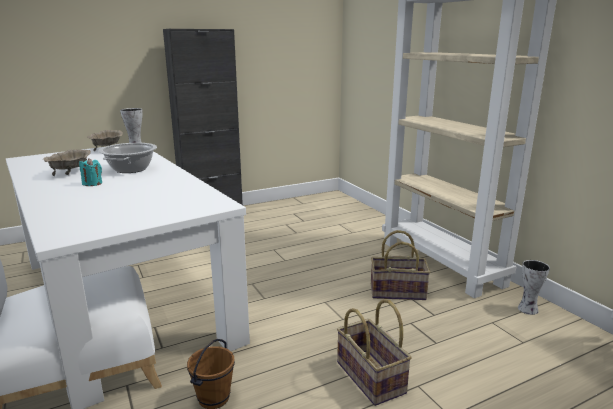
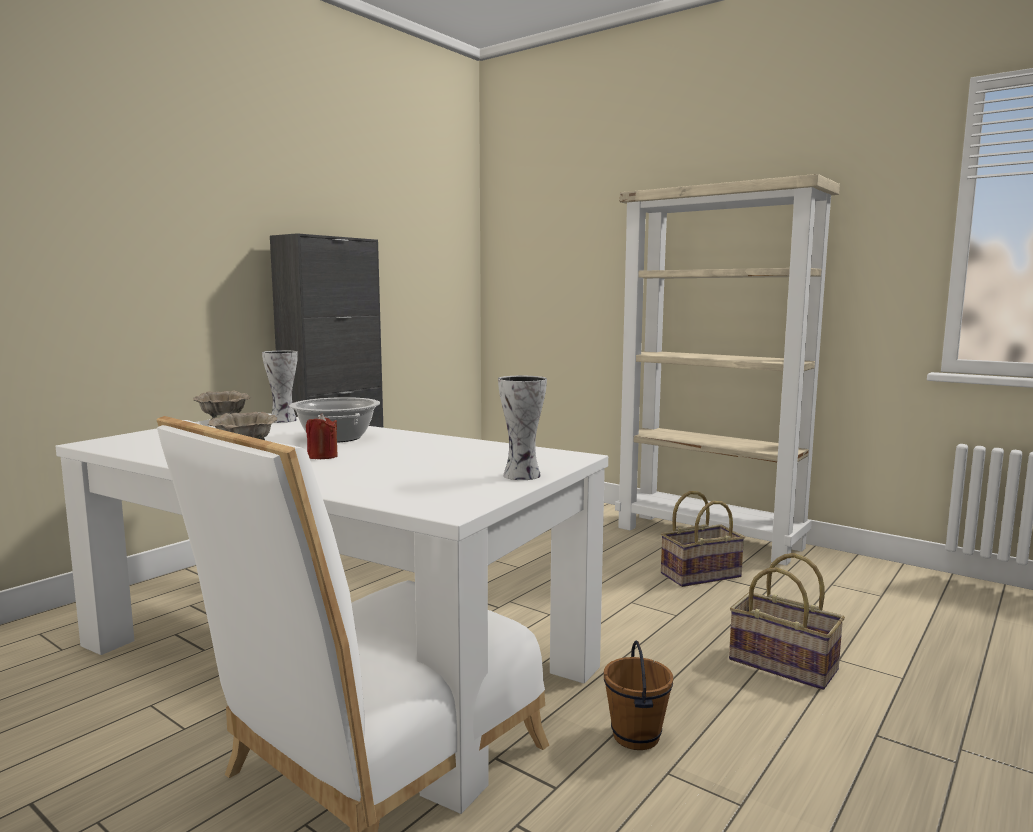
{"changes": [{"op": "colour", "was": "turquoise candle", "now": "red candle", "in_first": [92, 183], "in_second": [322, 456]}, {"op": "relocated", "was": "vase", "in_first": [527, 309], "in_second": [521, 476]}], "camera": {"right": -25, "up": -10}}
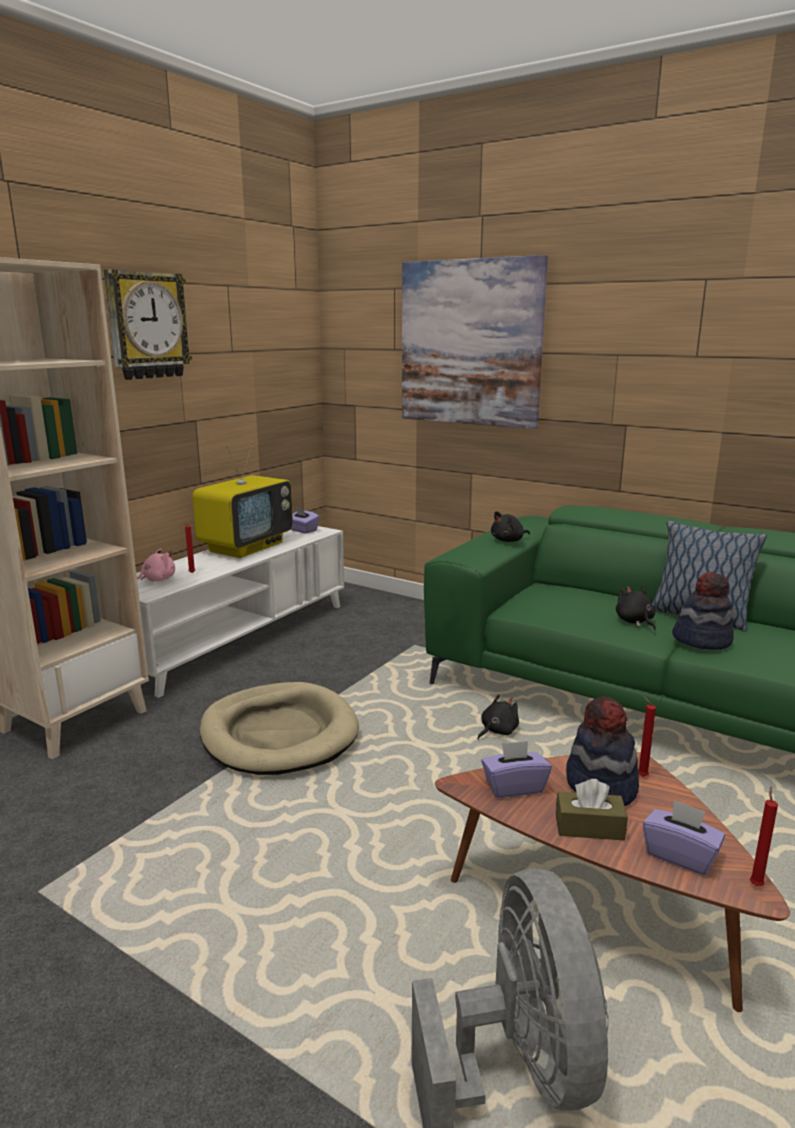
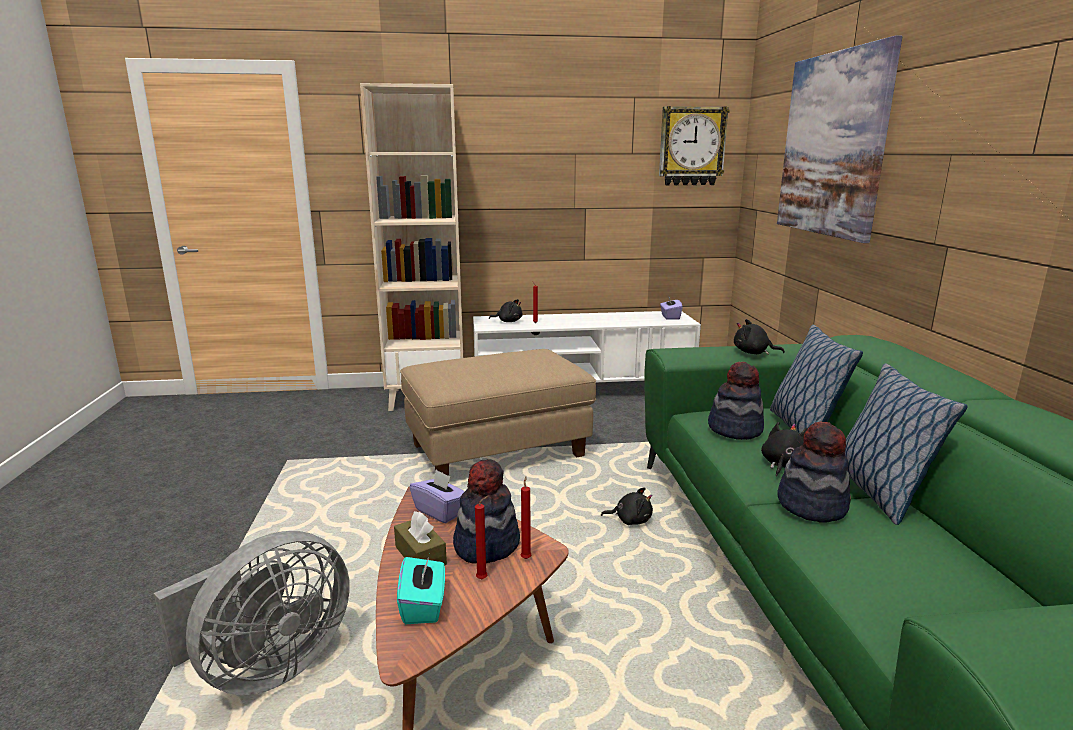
{"changes": [{"op": "colour", "was": "purple tissue box", "now": "turquoise tissue box", "in_first": [680, 855], "in_second": [423, 606]}, {"op": "exchanged", "was": "beige dog bed", "now": "beige ottoman", "in_first": [279, 734], "in_second": [498, 450]}, {"op": "relocated", "was": "red candle", "in_first": [755, 884], "in_second": [483, 579]}, {"op": "colour", "was": "pink plush toy", "now": "black plush toy", "in_first": [156, 580], "in_second": [508, 321]}, {"op": "relocated", "was": "wall clock", "in_first": [147, 326], "in_second": [691, 146]}, {"op": "appeared", "now": "hat", "in_second": [735, 429]}, {"op": "appeared", "now": "pillow", "in_second": [803, 429]}, {"op": "missing", "was": "television", "in_first": [246, 547]}], "camera": {"right": 50, "up": 0}}
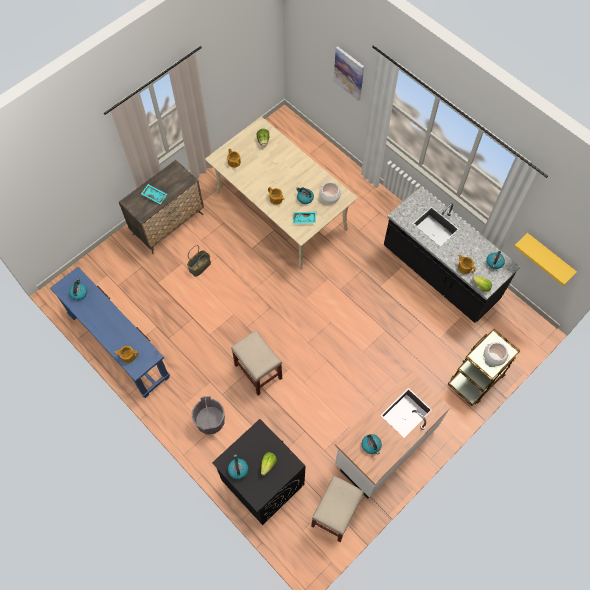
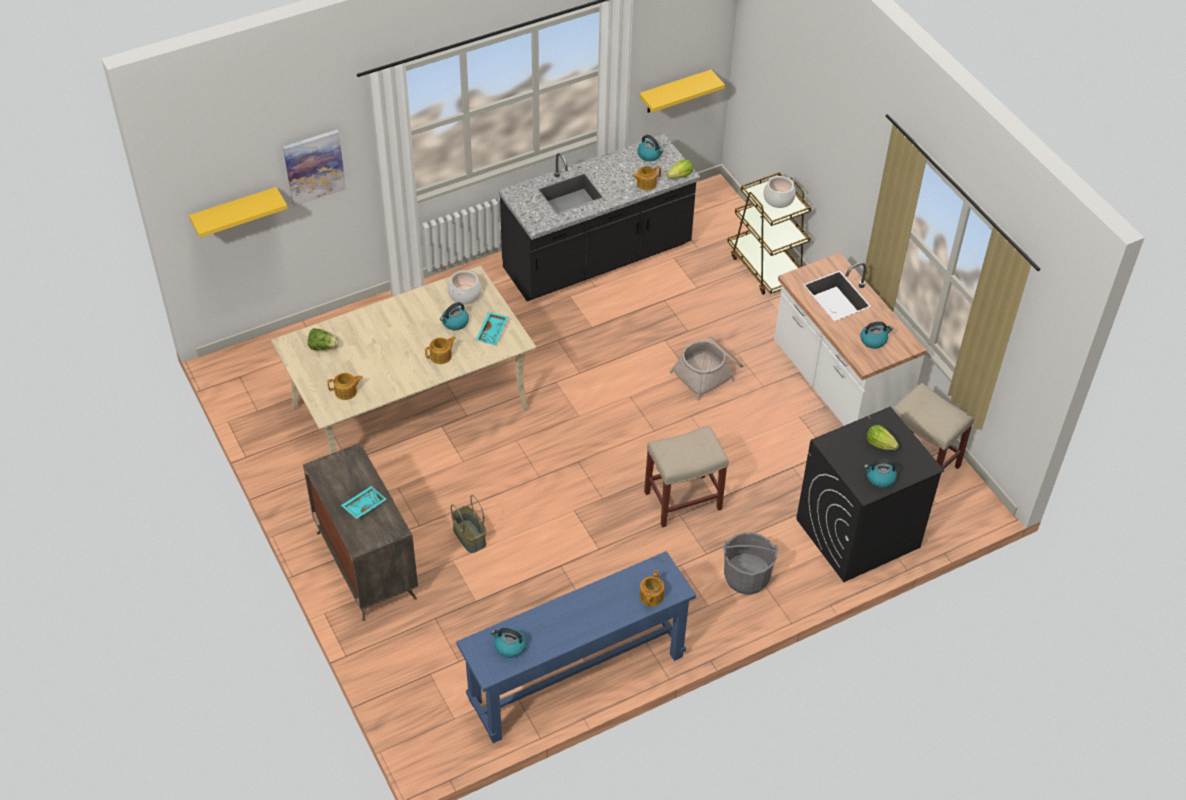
{"changes": [{"op": "appeared", "now": "yellow shelf", "in_second": [235, 212]}, {"op": "appeared", "now": "basket", "in_second": [708, 373]}], "camera": {"right": -75, "up": -15}}
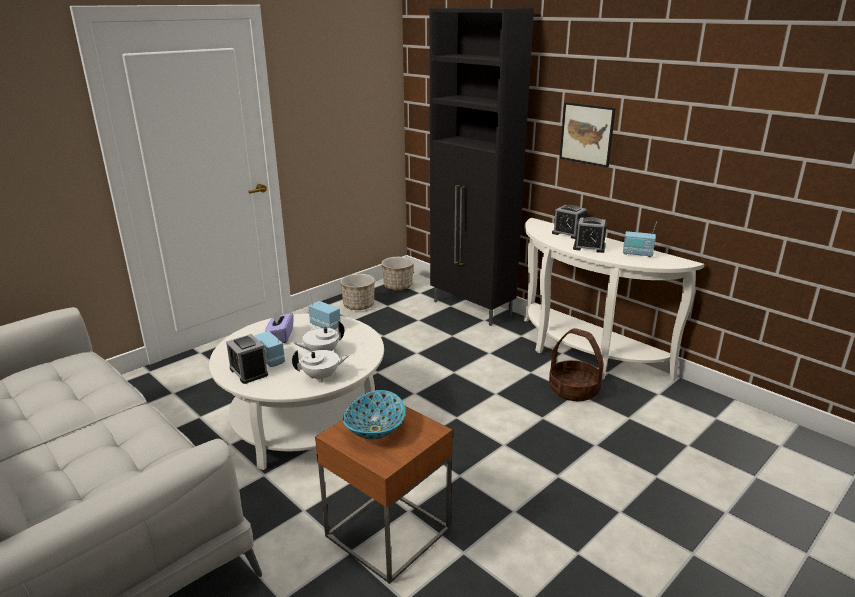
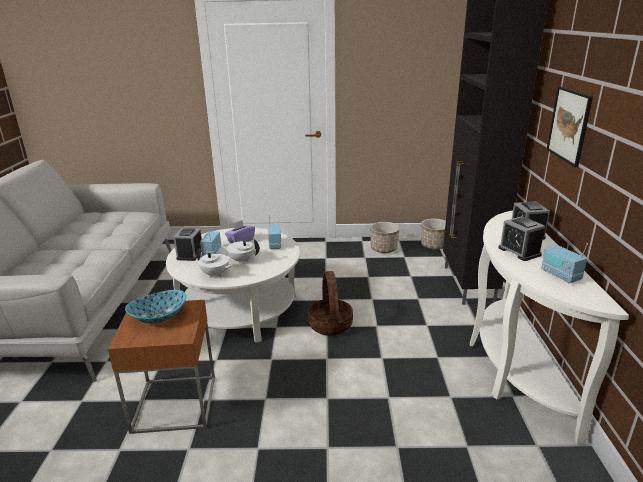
{"changes": [{"op": "relocated", "was": "basket", "in_first": [573, 390], "in_second": [330, 325]}], "camera": {"right": 45, "up": 0}}
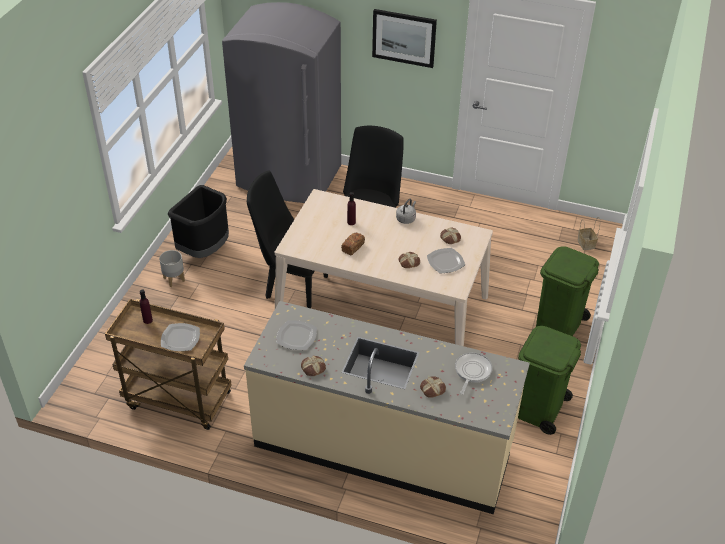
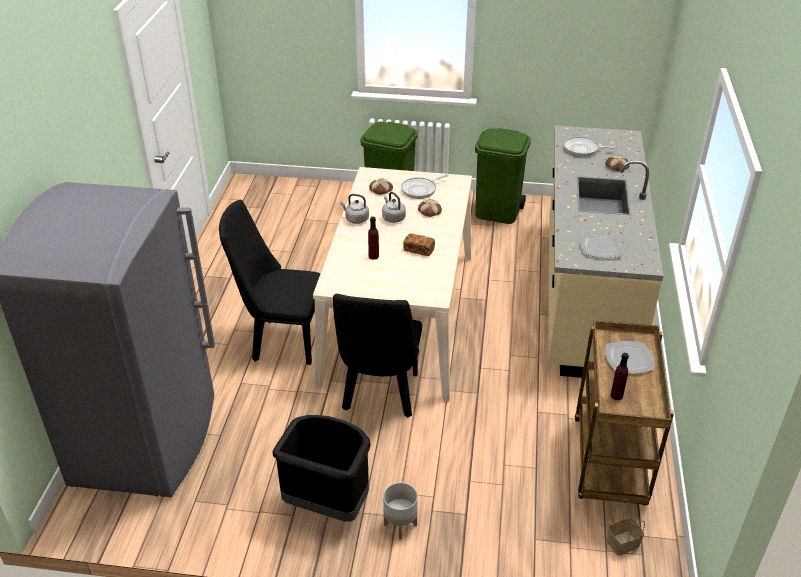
{"changes": [{"op": "appeared", "now": "grey kettle", "in_second": [393, 217]}, {"op": "exchanged", "was": "plate", "now": "frying pan", "in_first": [445, 262], "in_second": [421, 190]}, {"op": "relocated", "was": "basket", "in_first": [585, 243], "in_second": [622, 544]}, {"op": "missing", "was": "bread", "in_first": [313, 368]}, {"op": "missing", "was": "picture", "in_first": [404, 37]}], "camera": {"right": -100, "up": -5}}
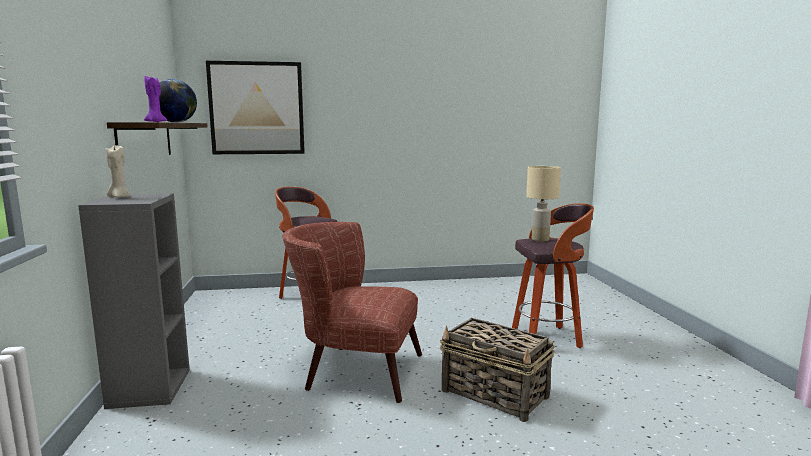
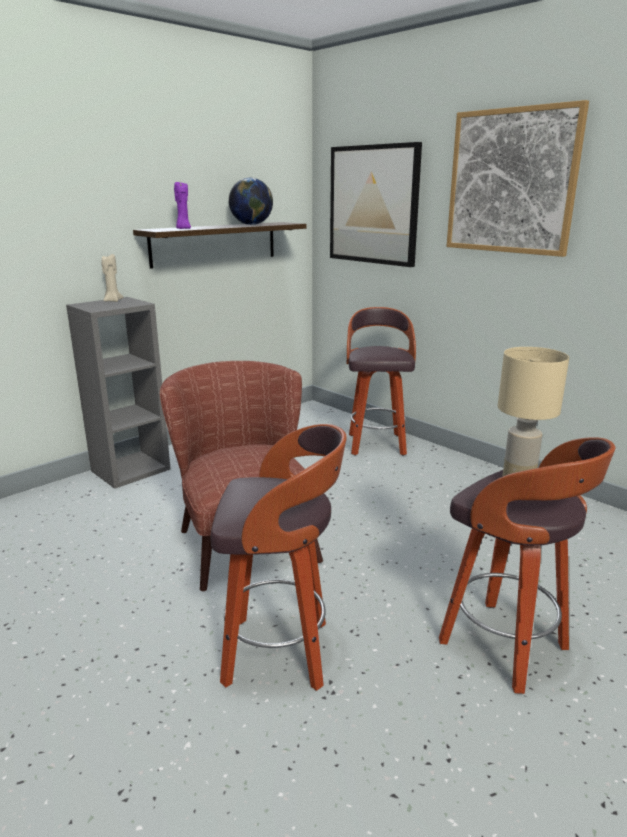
{"changes": [{"op": "exchanged", "was": "basket", "now": "stool", "in_first": [495, 394], "in_second": [280, 653]}, {"op": "appeared", "now": "picture", "in_second": [511, 182]}], "camera": {"right": 55, "up": 10}}
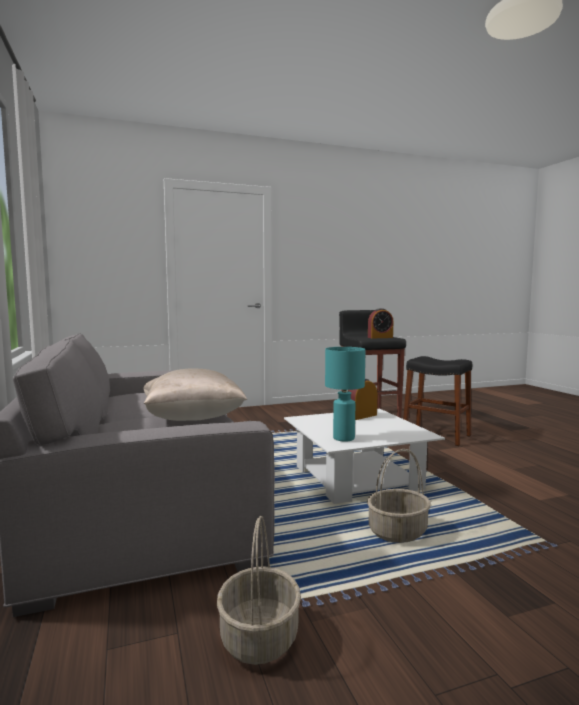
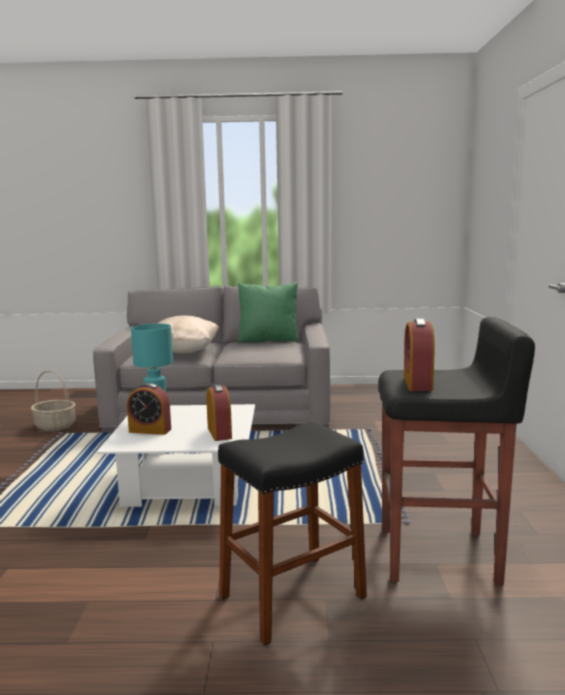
{"changes": [{"op": "appeared", "now": "alarm clock", "in_second": [150, 430]}, {"op": "appeared", "now": "green pillow", "in_second": [268, 340]}, {"op": "missing", "was": "basket", "in_first": [397, 532]}], "camera": {"right": 110, "up": 5}}
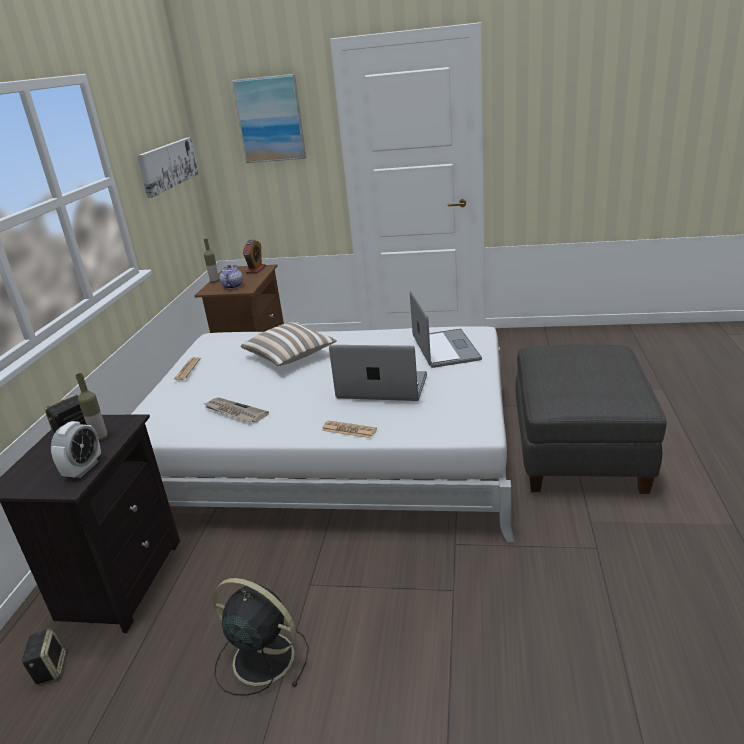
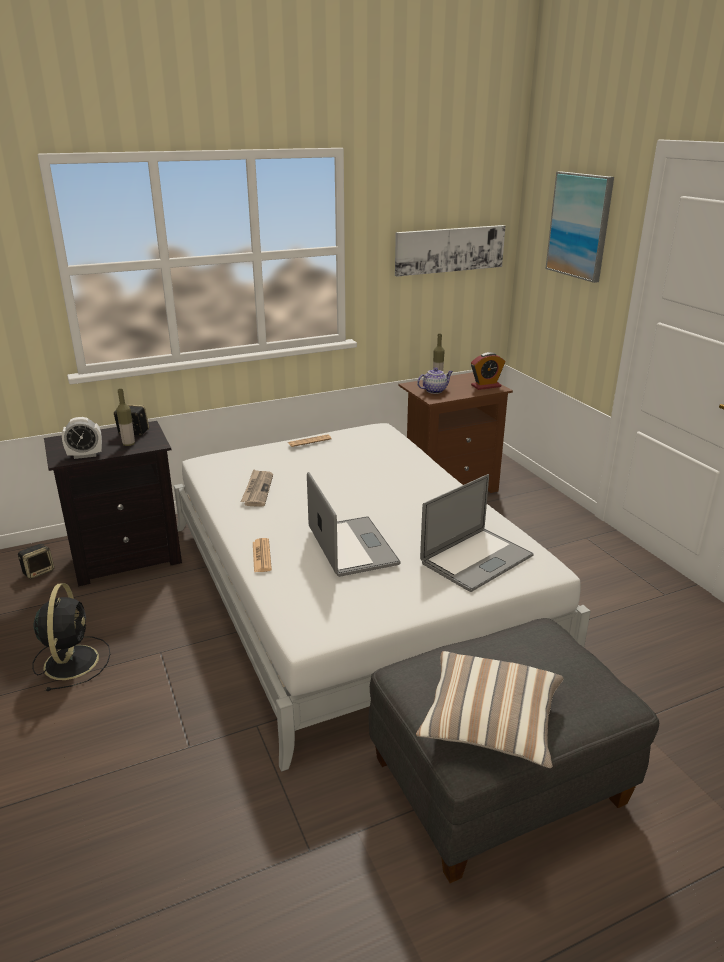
{"changes": [{"op": "relocated", "was": "pillow", "in_first": [291, 357], "in_second": [490, 724]}], "camera": {"right": 55, "up": 0}}
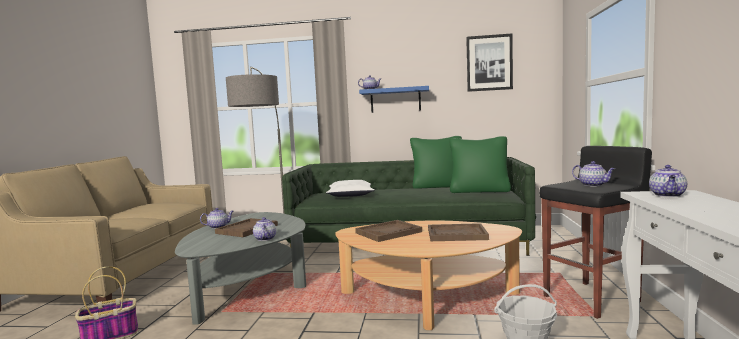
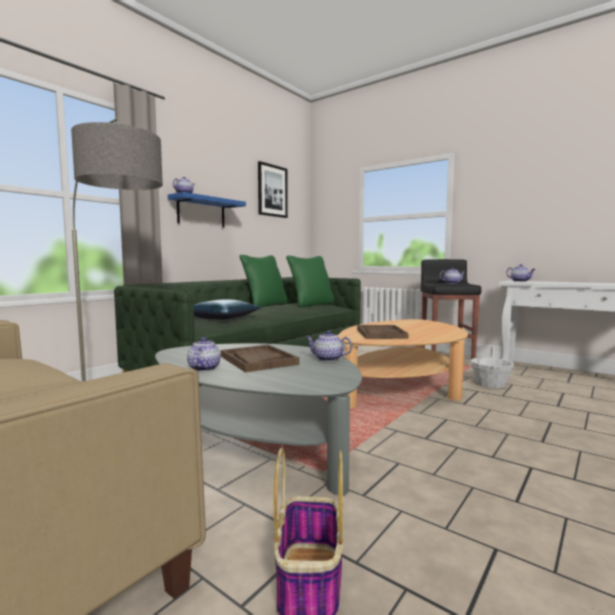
{"changes": [{"op": "colour", "was": "white pillow", "now": "blue pillow", "in_first": [351, 195], "in_second": [223, 318]}, {"op": "missing", "was": "brown tray", "in_first": [456, 234]}], "camera": {"right": -60, "up": 0}}
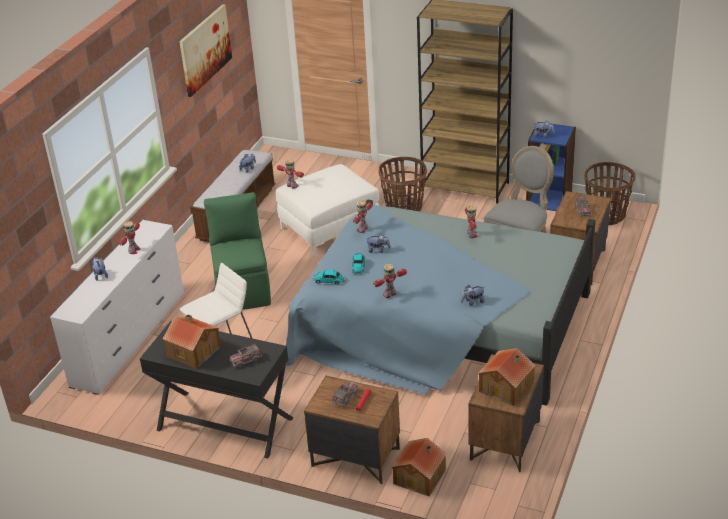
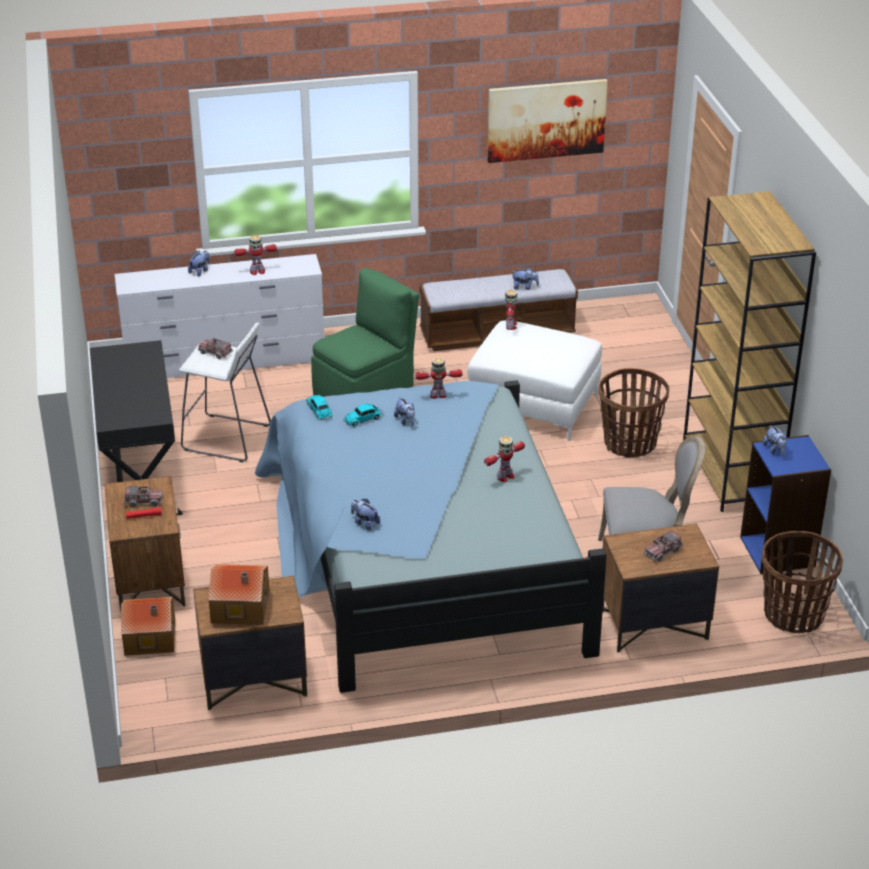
{"changes": [{"op": "relocated", "was": "toy truck", "in_first": [246, 360], "in_second": [215, 353]}, {"op": "missing", "was": "toy house", "in_first": [193, 350]}, {"op": "missing", "was": "toy robot", "in_first": [390, 294]}], "camera": {"right": 55, "up": 0}}
